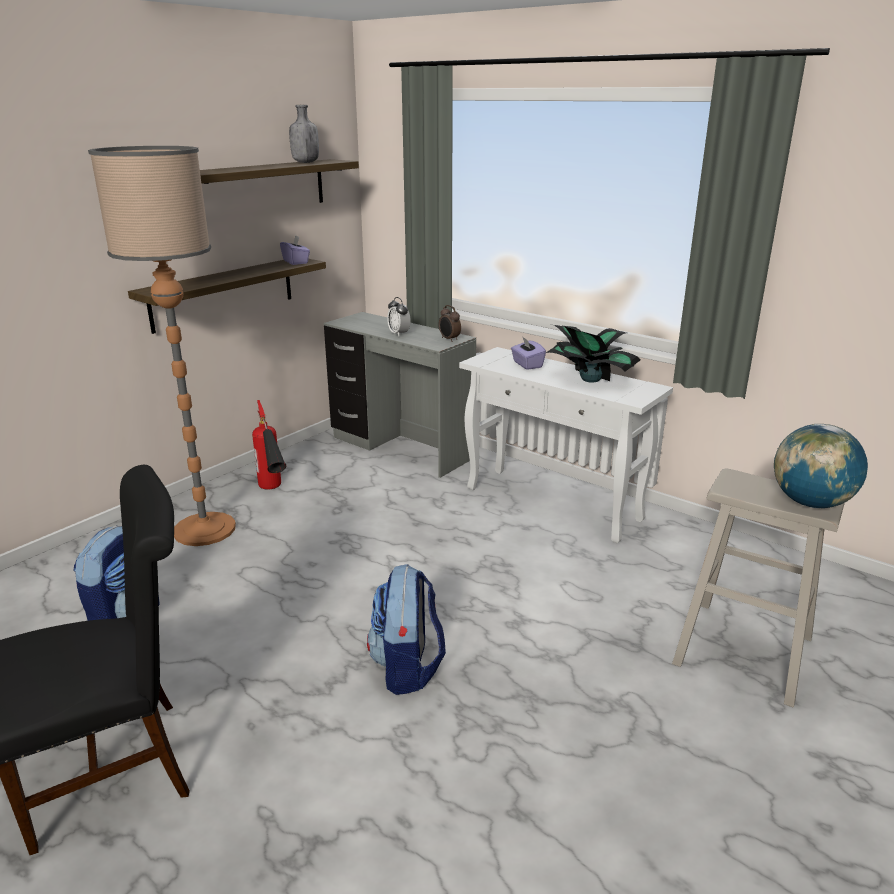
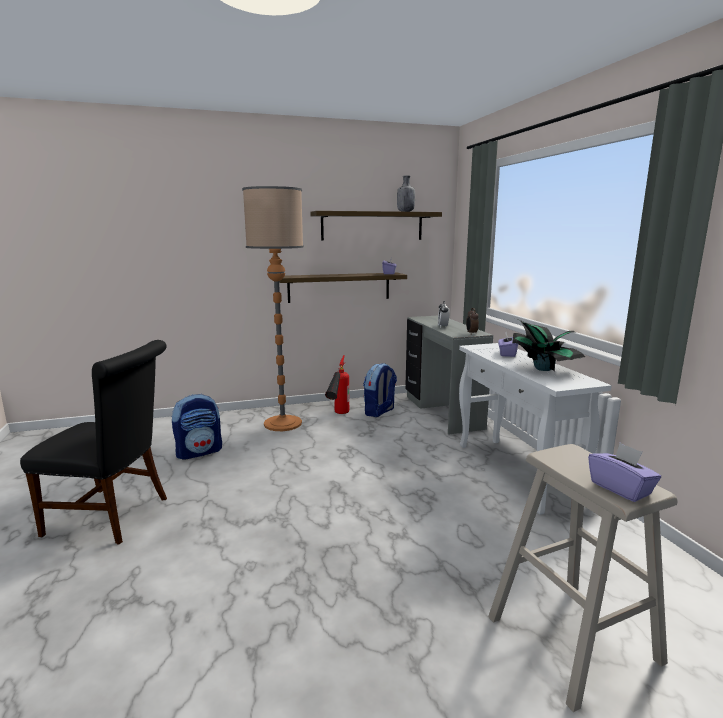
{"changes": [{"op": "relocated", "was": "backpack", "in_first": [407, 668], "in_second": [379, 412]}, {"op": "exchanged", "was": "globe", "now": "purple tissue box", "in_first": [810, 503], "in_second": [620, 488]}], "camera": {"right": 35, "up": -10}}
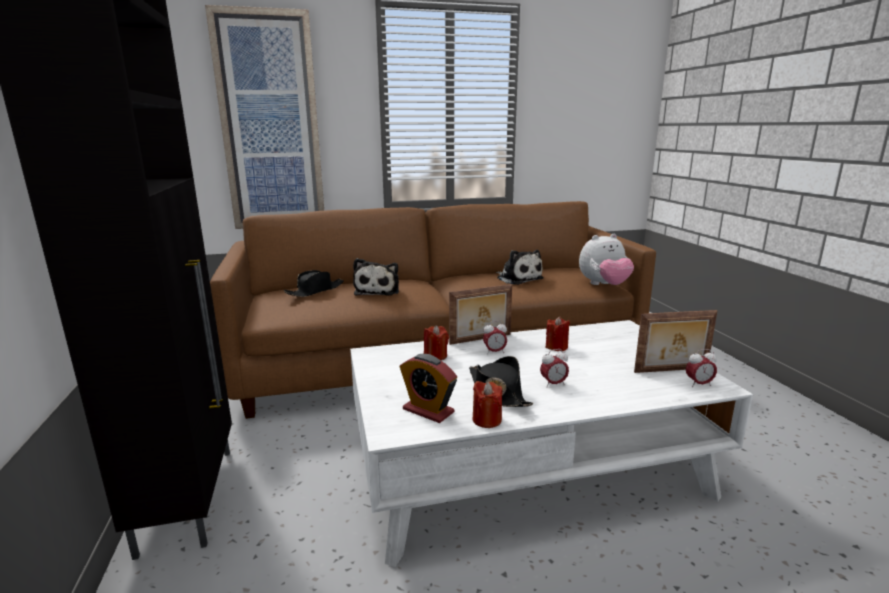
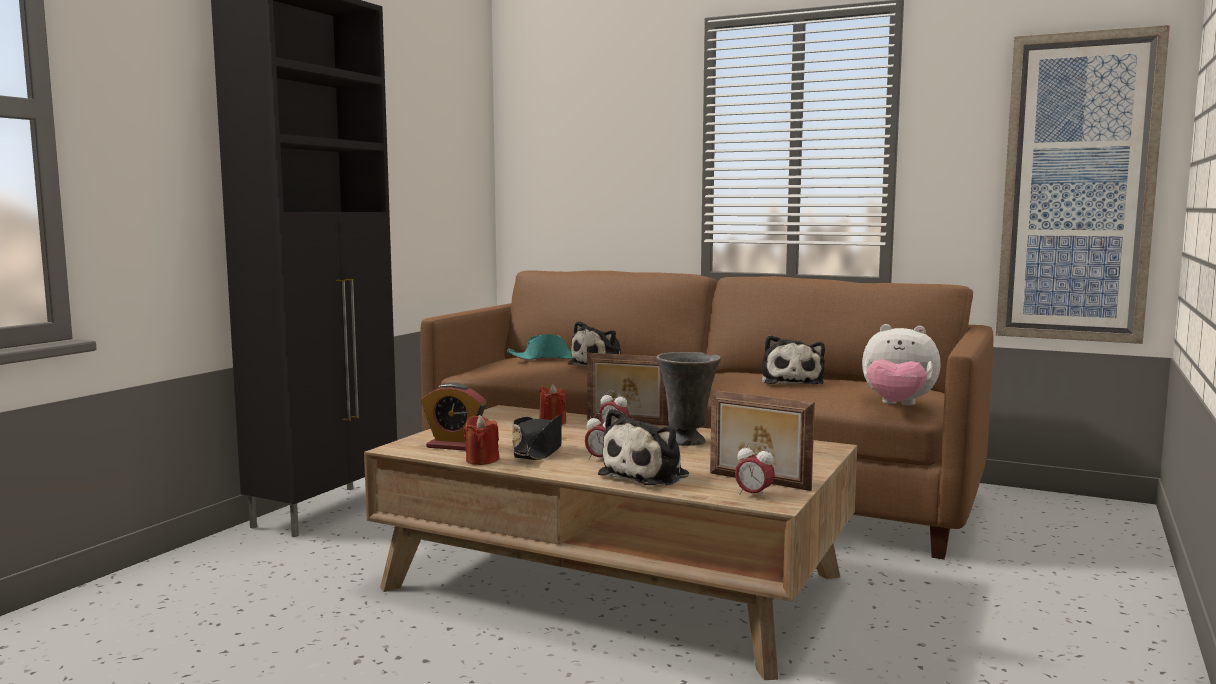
{"changes": [{"op": "colour", "was": "white coffee table", "now": "brown coffee table", "in_first": [528, 464], "in_second": [615, 583]}, {"op": "spun", "was": "alarm clock", "in_first": [428, 411], "in_second": [454, 446], "clockwise": -60}, {"op": "colour", "was": "black hat", "now": "turquoise hat", "in_first": [315, 291], "in_second": [547, 358]}, {"op": "appeared", "now": "plush toy", "in_second": [648, 475]}, {"op": "exchanged", "was": "red candle", "now": "grey vase", "in_first": [556, 347], "in_second": [687, 442]}, {"op": "relocated", "was": "picture", "in_first": [270, 124], "in_second": [1077, 189]}], "camera": {"right": 40, "up": -10}}
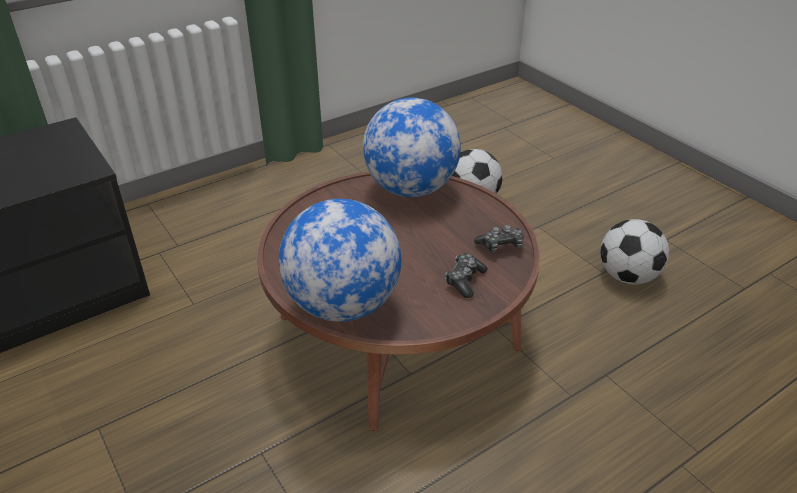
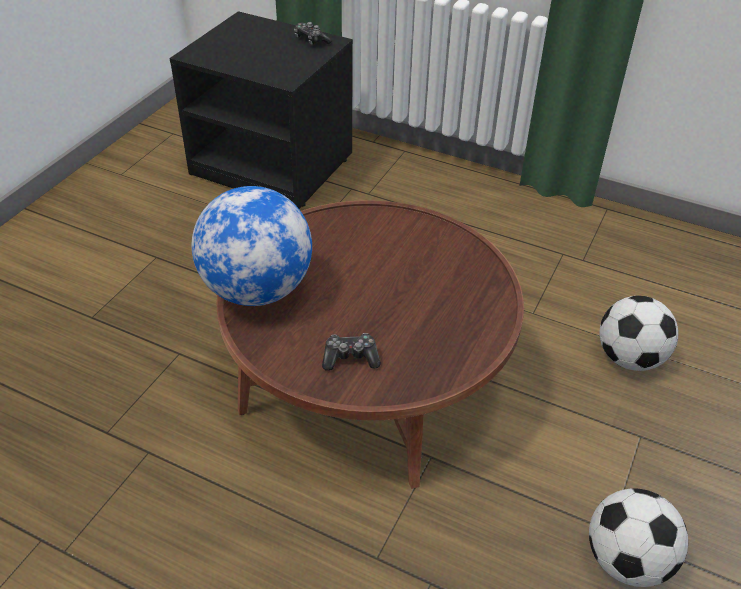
{"changes": [{"op": "relocated", "was": "game controller", "in_first": [500, 245], "in_second": [311, 40]}, {"op": "missing", "was": "globe", "in_first": [410, 189]}], "camera": {"right": 60, "up": 5}}
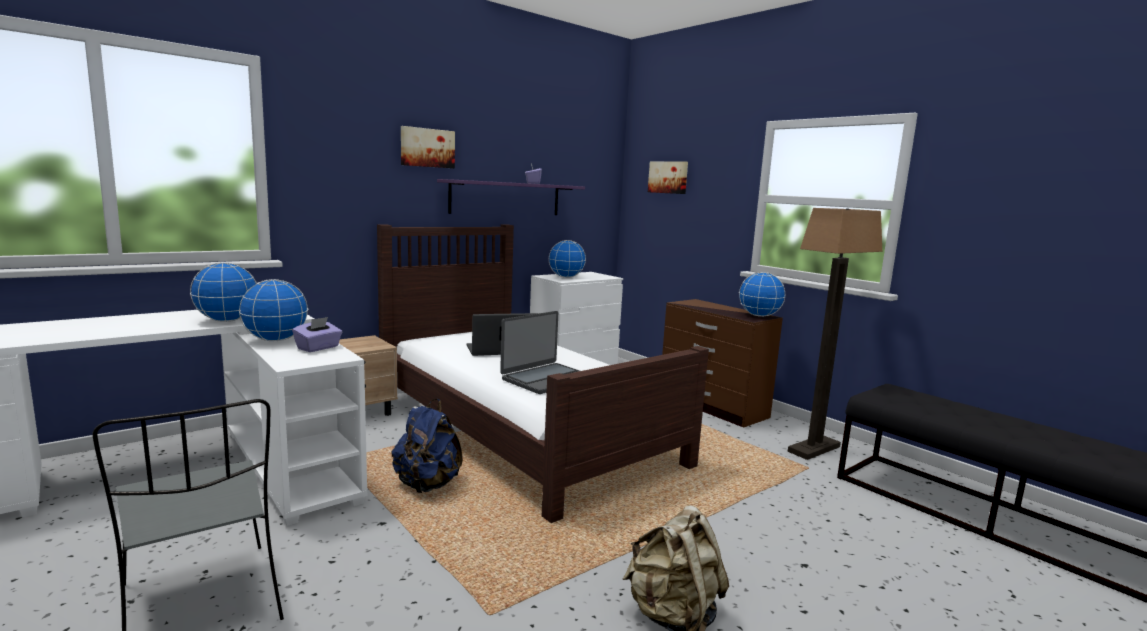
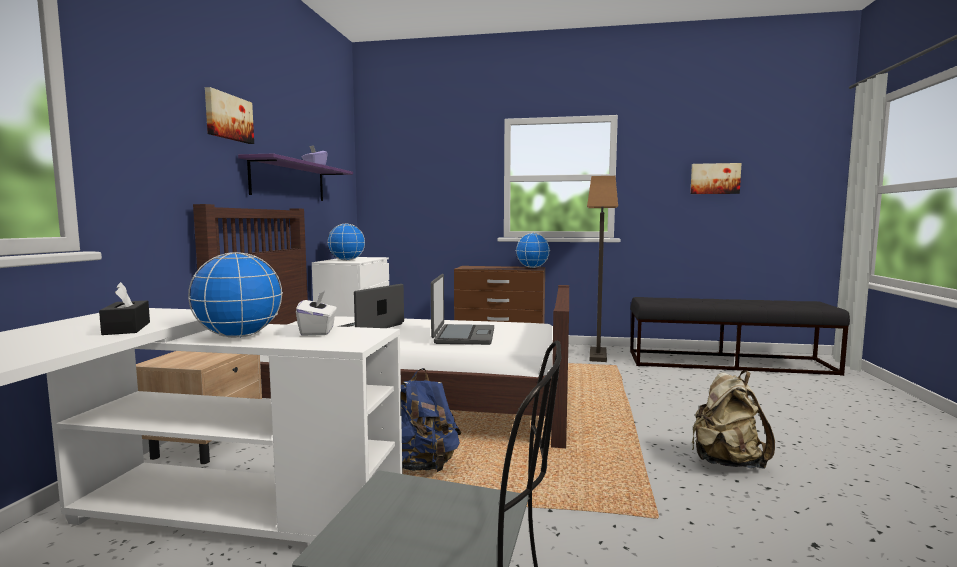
{"changes": [{"op": "exchanged", "was": "globe", "now": "black tissue box", "in_first": [227, 321], "in_second": [127, 328]}, {"op": "colour", "was": "purple tissue box", "now": "white tissue box", "in_first": [318, 348], "in_second": [318, 331]}, {"op": "relocated", "was": "picture", "in_first": [668, 177], "in_second": [714, 178]}], "camera": {"right": -40, "up": -5}}
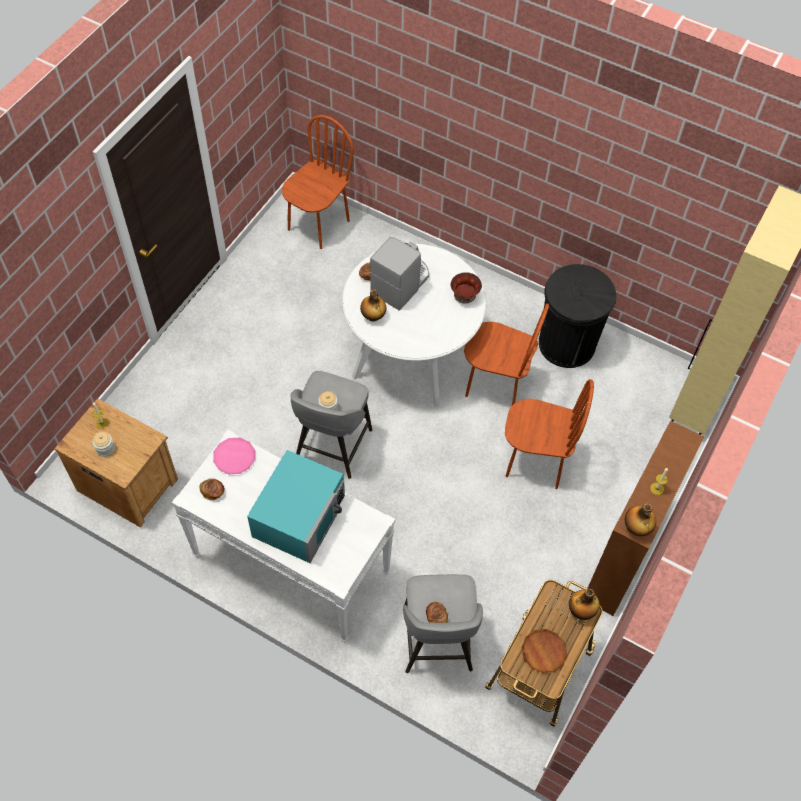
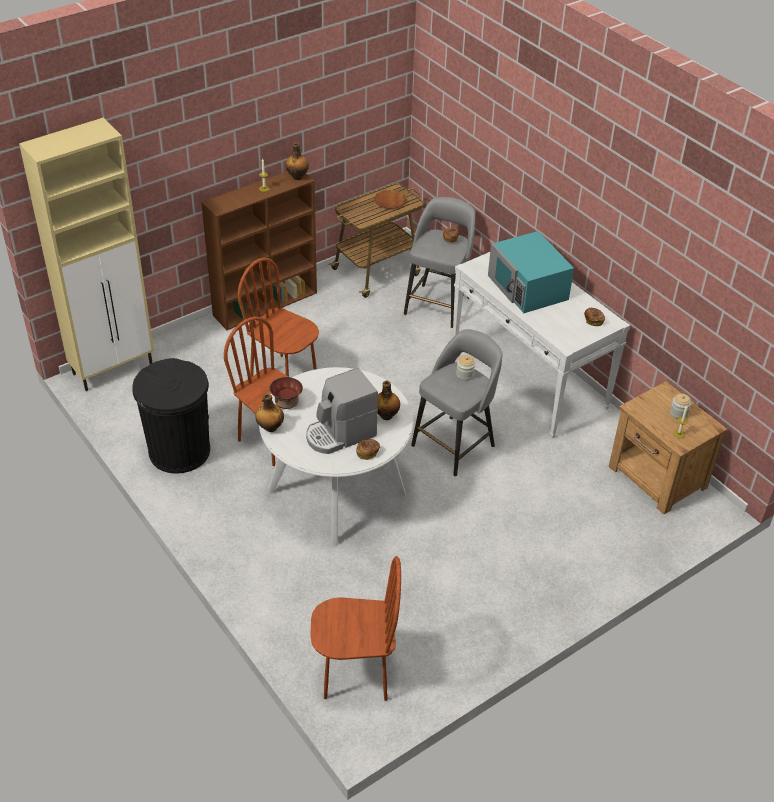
{"changes": [{"op": "relocated", "was": "bottle", "in_first": [581, 611], "in_second": [270, 427]}, {"op": "spun", "was": "brown chair", "in_first": [318, 225], "in_second": [355, 674], "clockwise": -150}, {"op": "spun", "was": "turquoise microwave", "in_first": [300, 516], "in_second": [528, 288], "clockwise": -75}, {"op": "missing", "was": "pink plate", "in_first": [234, 457]}], "camera": {"right": -155, "up": -15}}
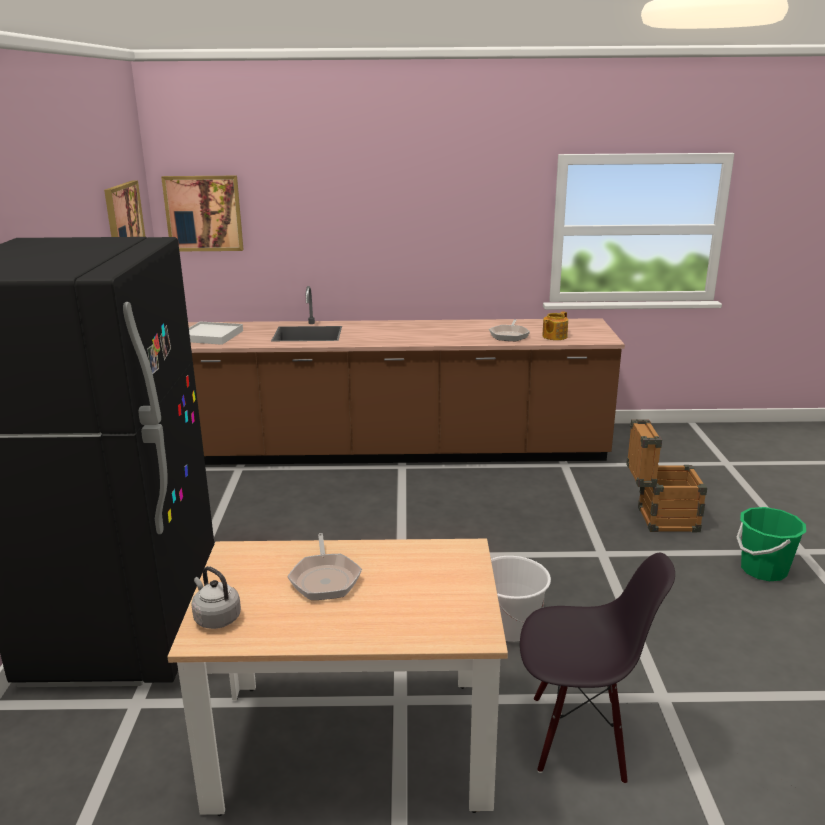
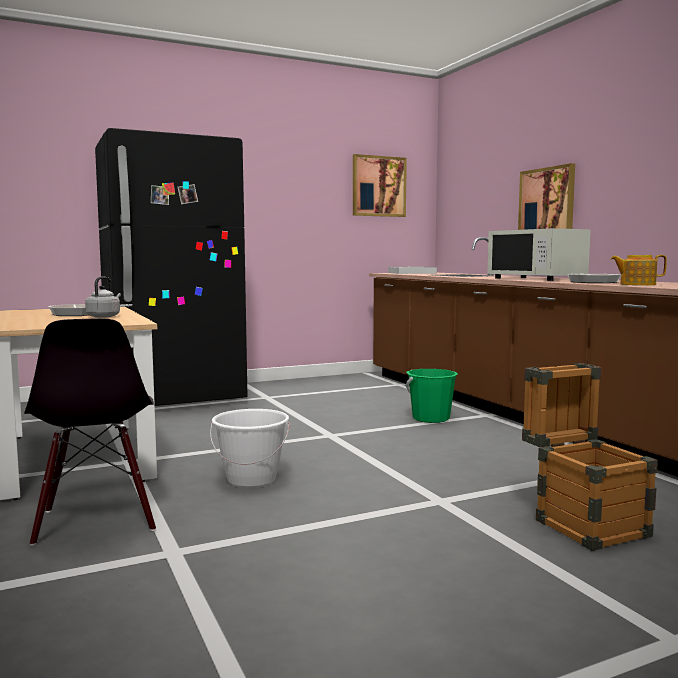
{"changes": [{"op": "relocated", "was": "grey kettle", "in_first": [216, 618], "in_second": [104, 316]}, {"op": "relocated", "was": "green bucket", "in_first": [763, 570], "in_second": [430, 418]}, {"op": "appeared", "now": "white microwave", "in_second": [536, 279]}, {"op": "relocated", "was": "picture", "in_first": [203, 213], "in_second": [546, 204]}], "camera": {"right": 65, "up": -15}}
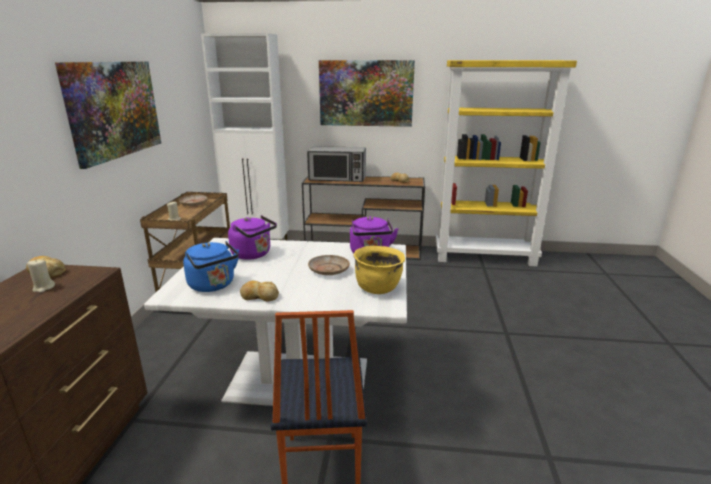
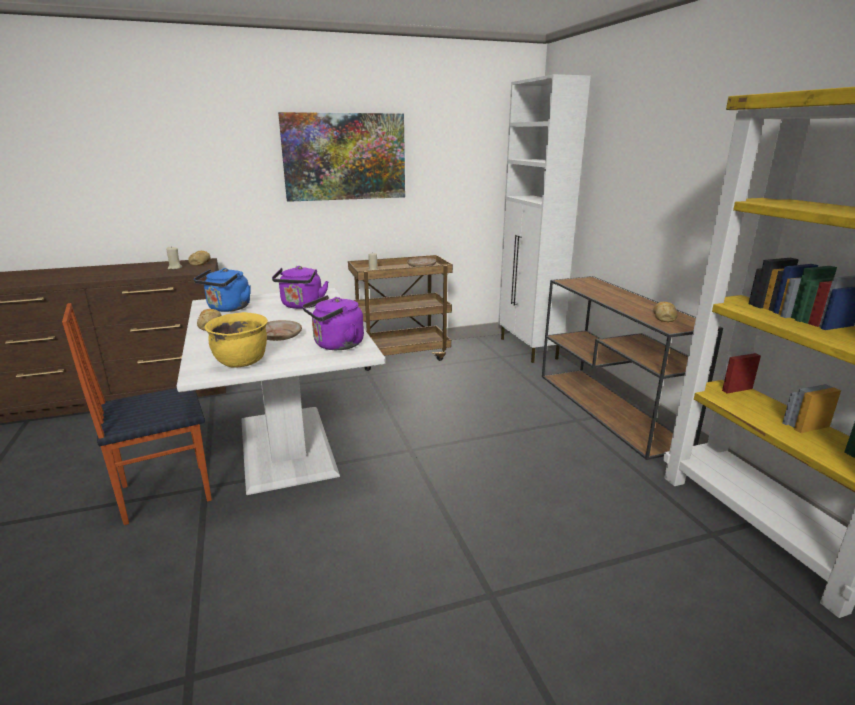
{"changes": [{"op": "missing", "was": "microwave", "in_first": [337, 178]}, {"op": "missing", "was": "picture", "in_first": [366, 93]}], "camera": {"right": 65, "up": 0}}
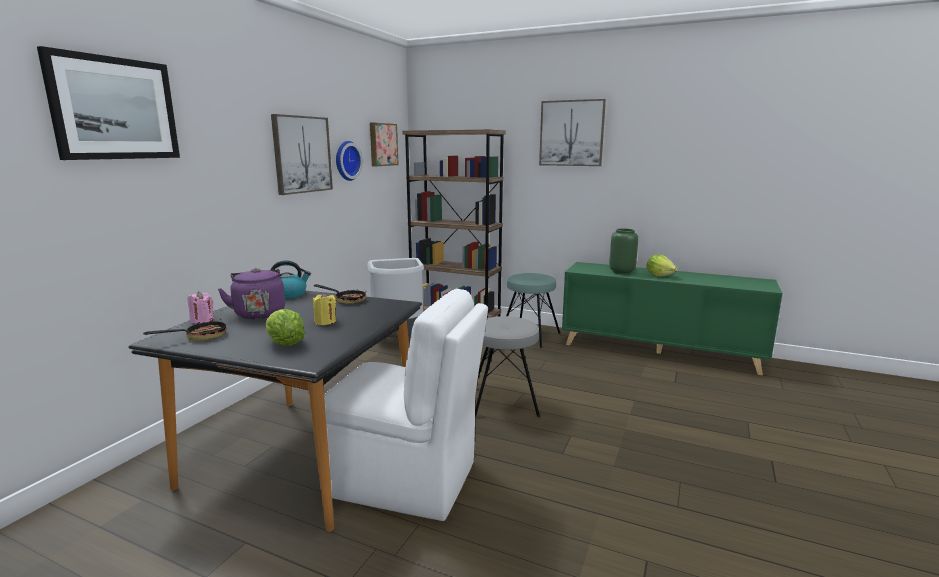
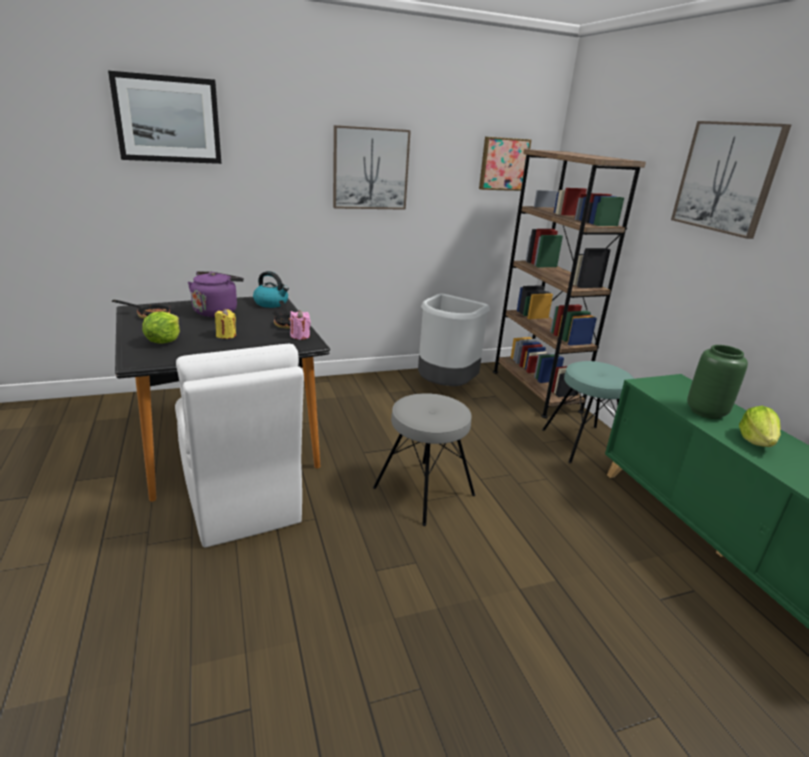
{"changes": [{"op": "relocated", "was": "pink candle", "in_first": [202, 320], "in_second": [300, 336]}, {"op": "missing", "was": "wall clock", "in_first": [346, 160]}], "camera": {"right": 45, "up": 10}}
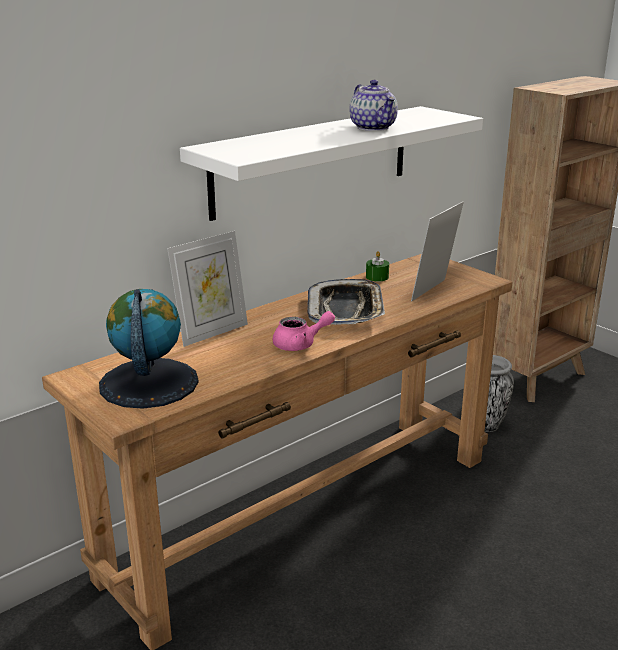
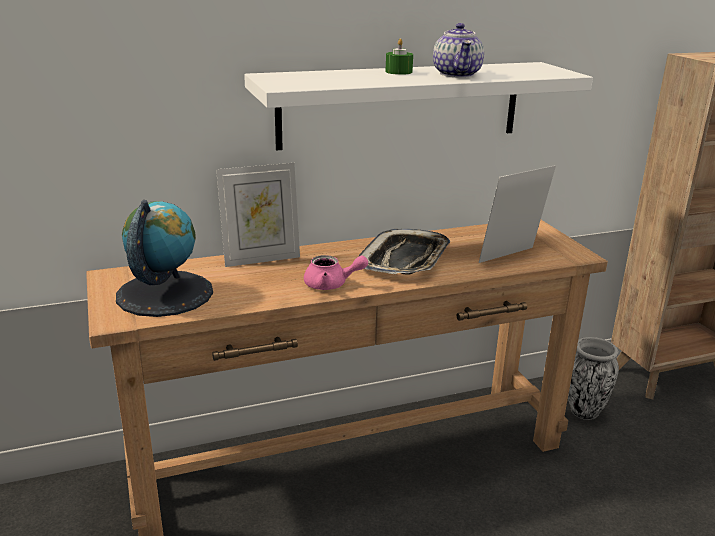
{"changes": [{"op": "relocated", "was": "green candle", "in_first": [377, 277], "in_second": [398, 72]}], "camera": {"right": 20, "up": 0}}
